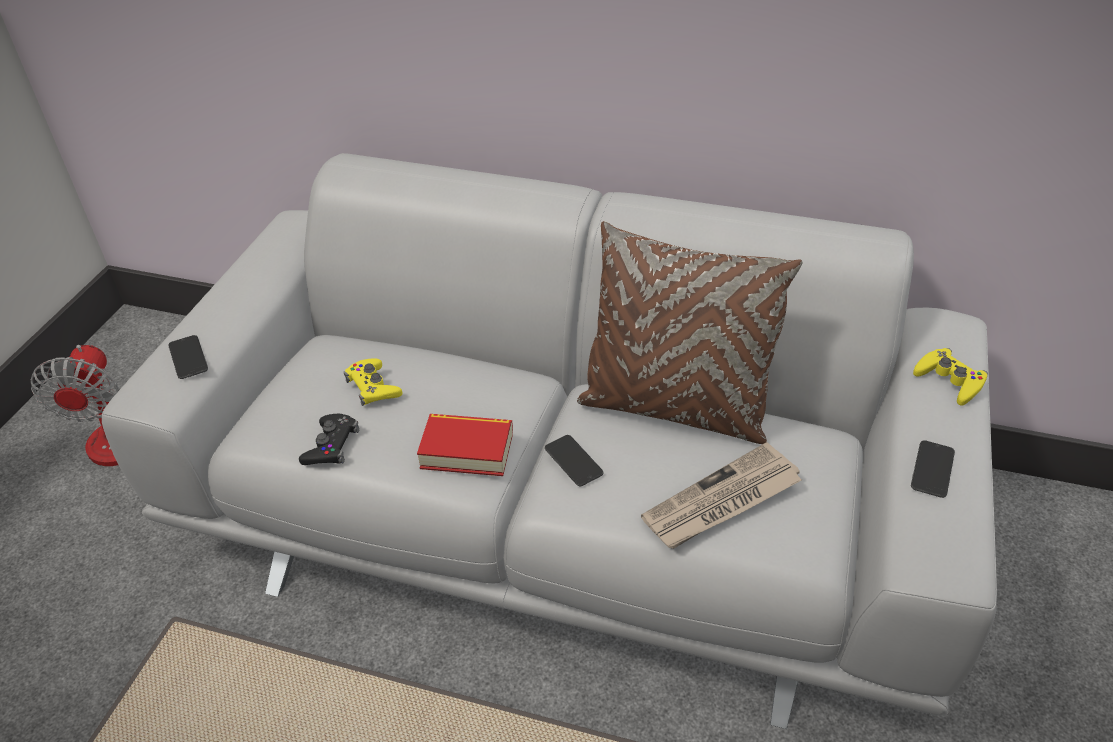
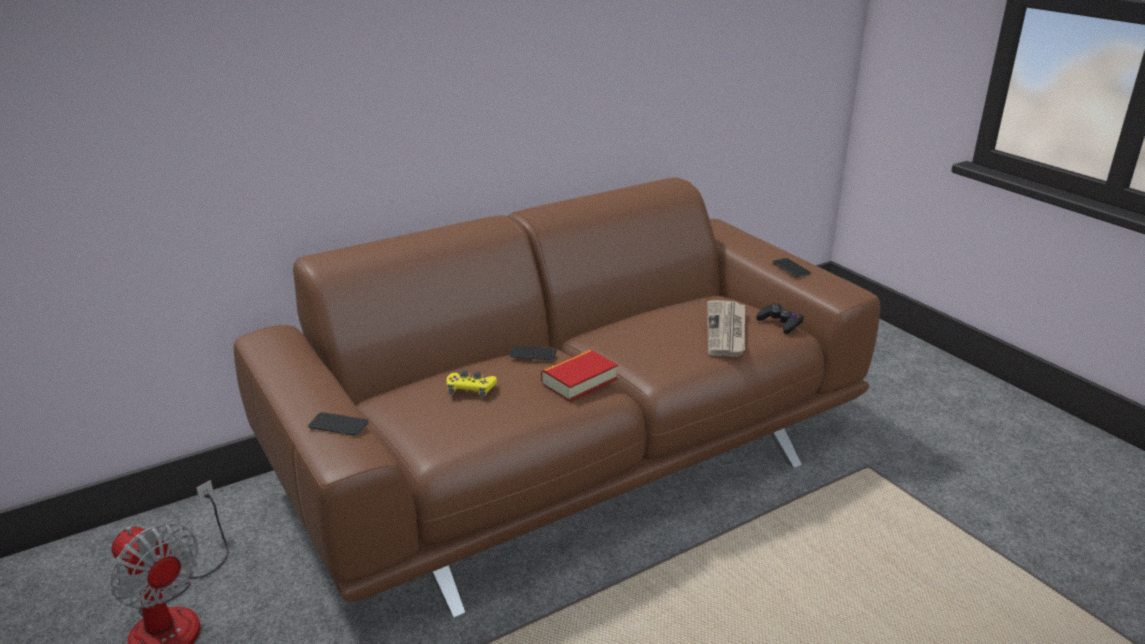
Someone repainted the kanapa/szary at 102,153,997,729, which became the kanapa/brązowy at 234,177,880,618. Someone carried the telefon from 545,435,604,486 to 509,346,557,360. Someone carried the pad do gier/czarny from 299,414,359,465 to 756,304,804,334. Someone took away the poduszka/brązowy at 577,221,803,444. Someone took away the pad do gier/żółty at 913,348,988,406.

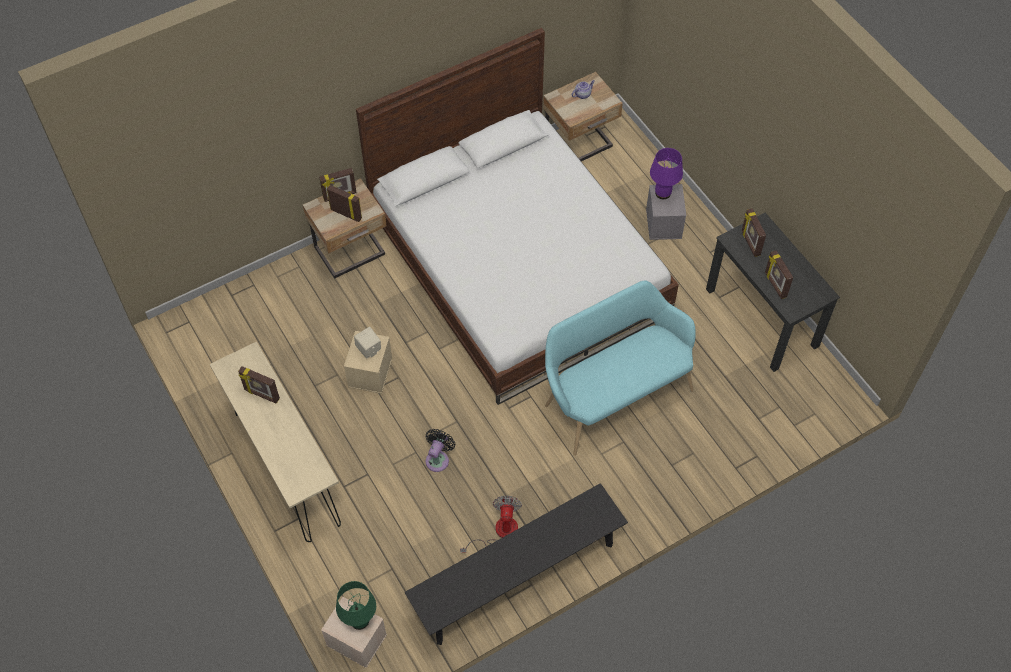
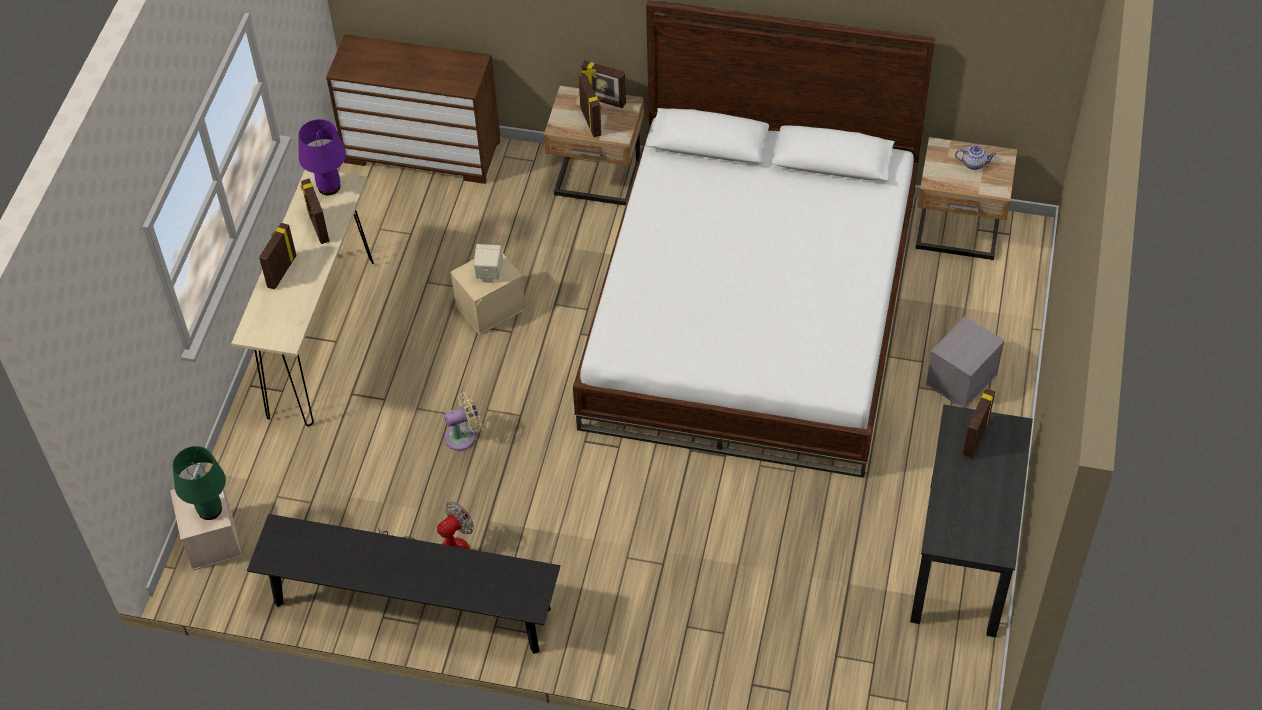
Someone carried the ramka na zdjęcie from 765,250,793,299 to 259,223,297,290. Someone carried the lampa stołowa/fioletowy from 650,148,683,199 to 298,119,346,195. Someone put down the komoda/brązowy at 326,34,500,184. Someone repainted the wentylator/czarny at 425,429,455,472, which became the wentylator/beżowy at 444,392,482,451. Someone took away the ławka/turkusowy at 545,280,696,456.

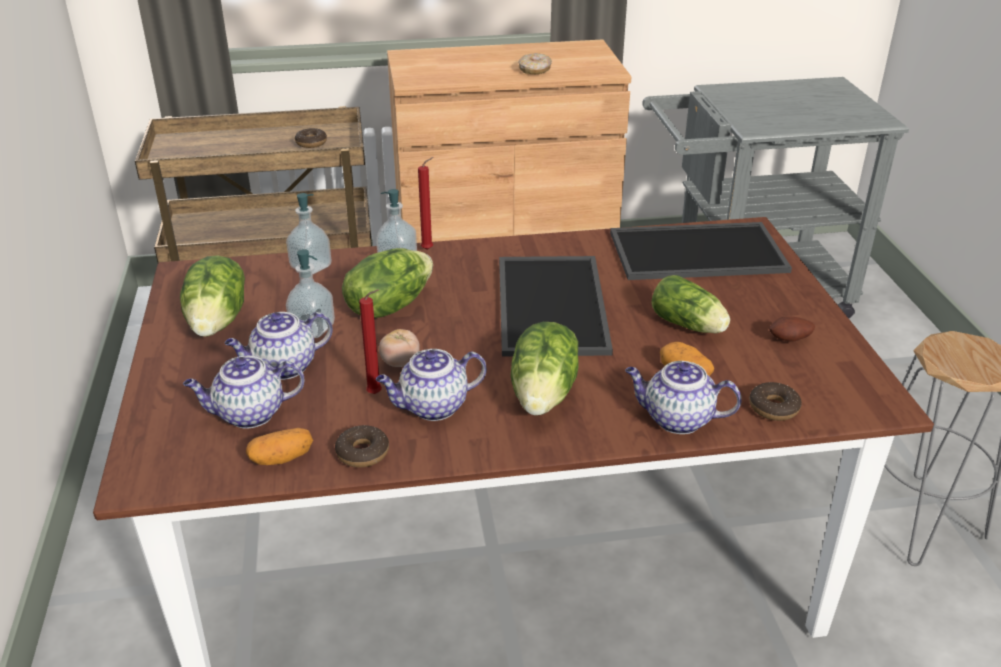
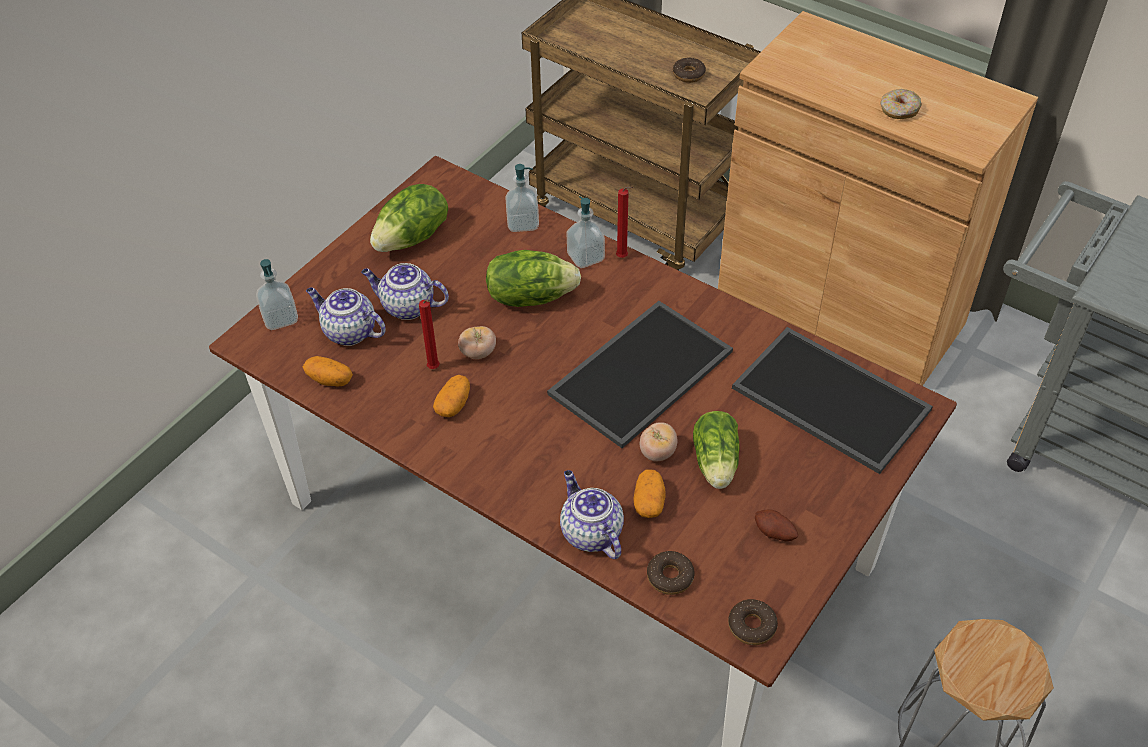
Someone carried the dozownik mydła from 286,249,335,338 to 256,259,298,330. Someone swapped the imbryk at 376,349,487,421 for the ziemniak at 433,375,470,417. Someone put down the pomidor at 640,422,677,462. Someone carried the donut from 335,425,389,467 to 728,599,778,645. Someone took away the sałata at 511,322,579,415.

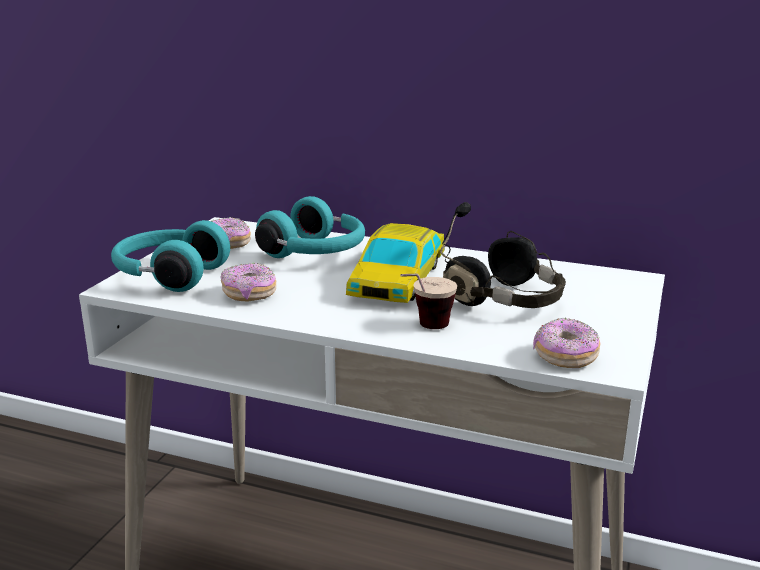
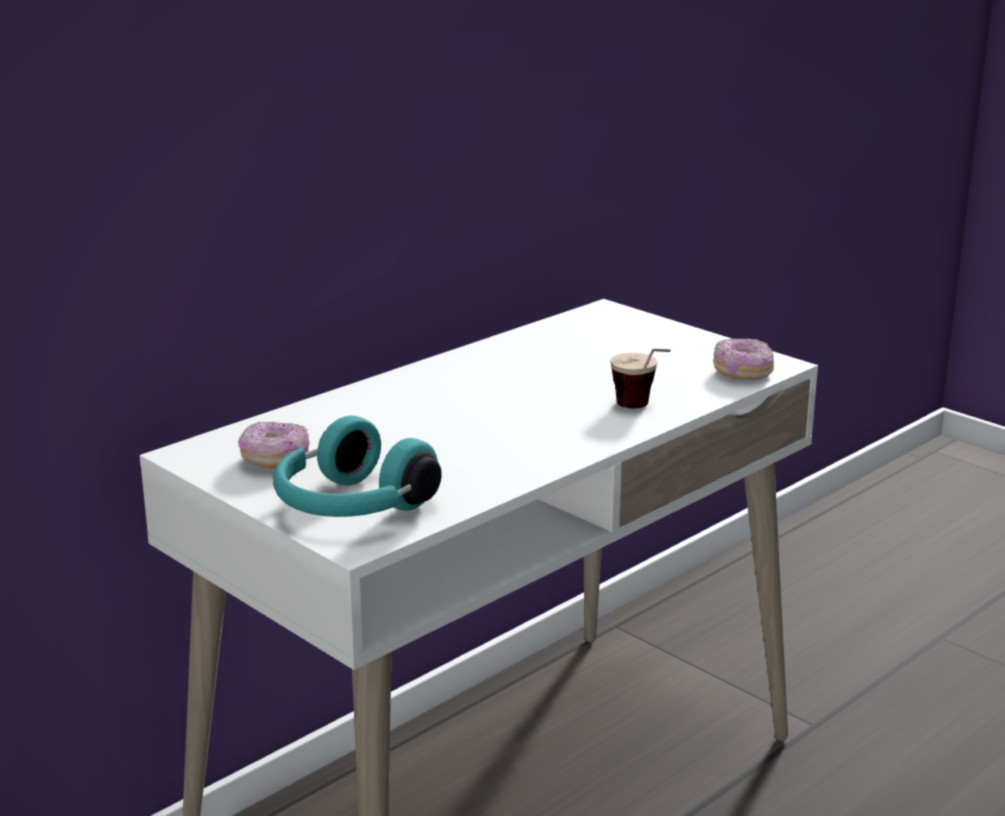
Someone took away the donut at 220,263,276,302. Someone took away the słuchawki/turkusowy at 255,196,365,258. Someone took away the samochodzik at 346,223,445,303. Someone took away the słuchawki/czarny at 440,202,566,308.

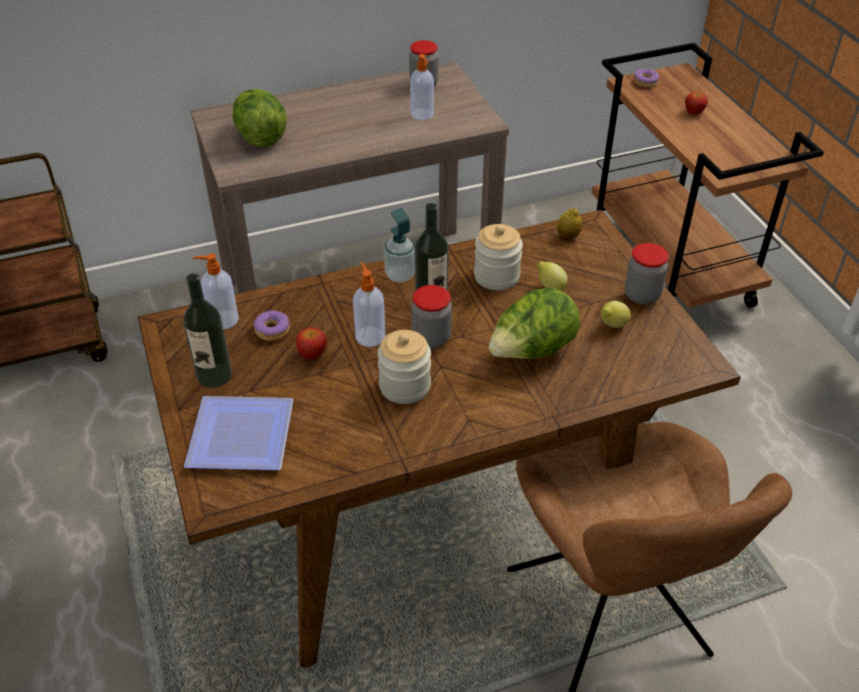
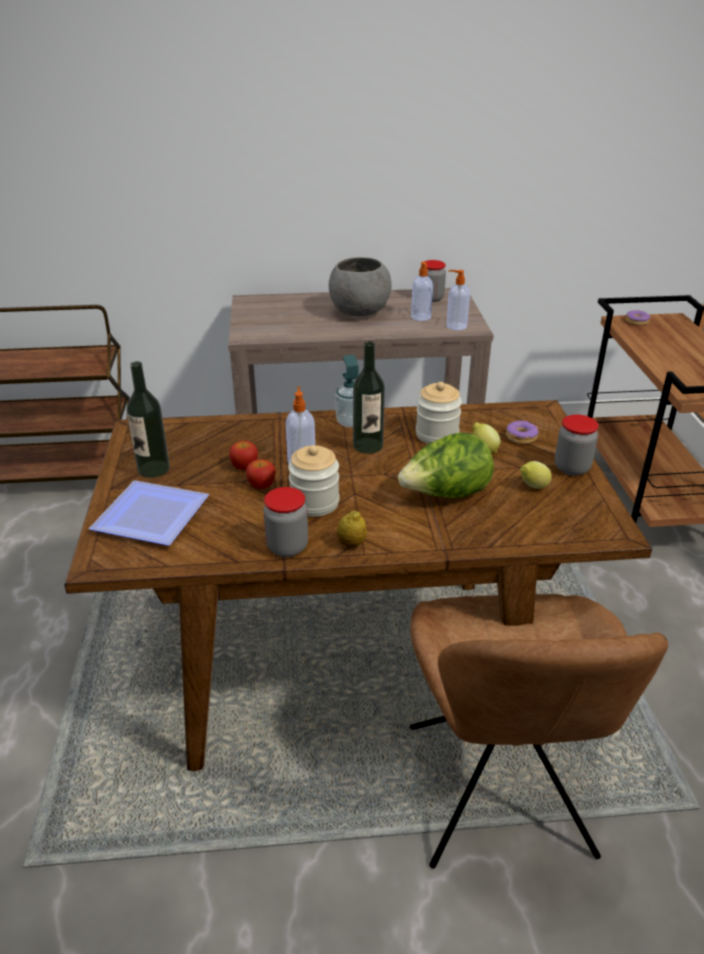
Someone carried the jabłko from 685,92,708,115 to 246,459,276,489. Someone carried the słoik from 412,285,452,349 to 263,487,308,557. Someone put down the miska/szary at 329,257,392,316. Someone carried the cytryna from 557,208,582,239 to 337,511,367,548. Someone carried the dozownik mydła from 192,254,239,330 to 446,270,470,330. Someone carried the donut from 254,310,290,341 to 506,421,538,444. Someone took away the sałata at 233,89,287,147.

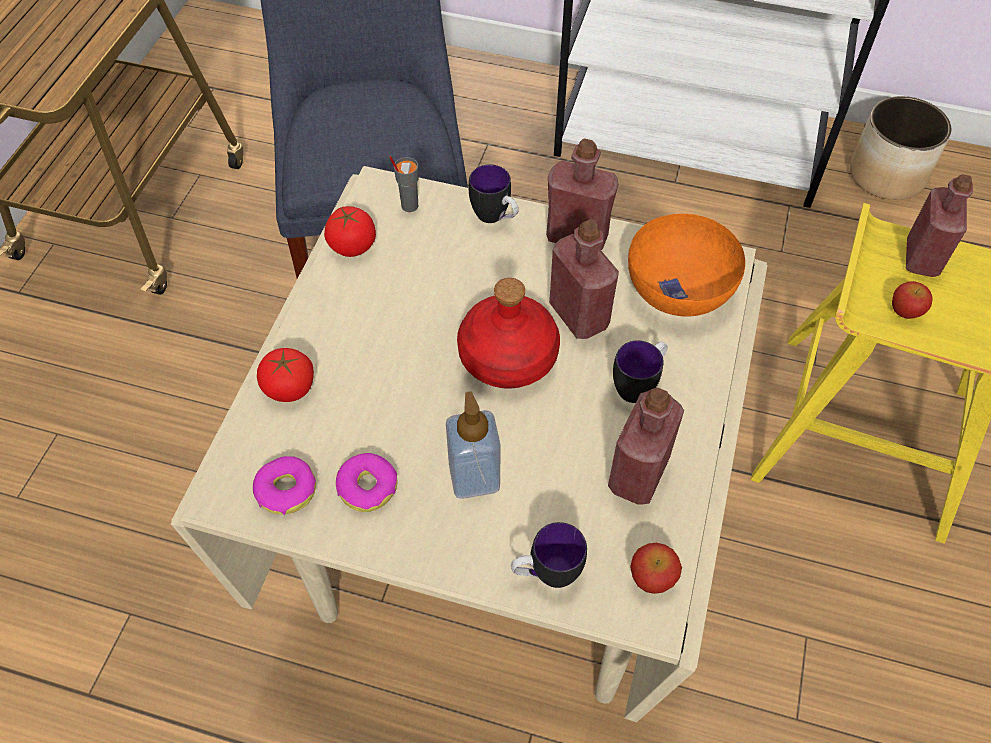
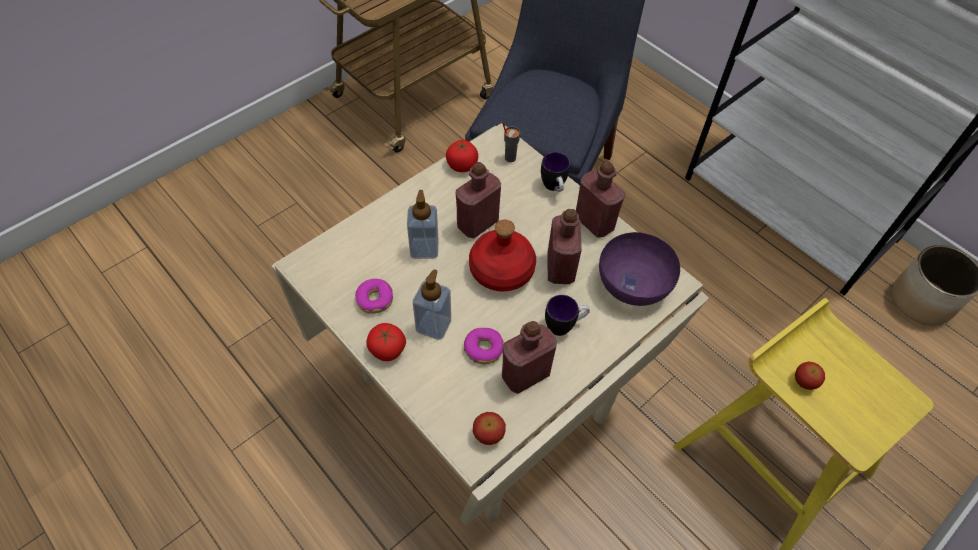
Someone carried the pomidor from 257,348,314,402 to 366,323,406,361. Someone put down the dozownik mydła at 407,190,438,259. Someone carried the butelka/czerwony from 906,174,973,277 to 456,162,501,238. Someone carried the donut from 253,456,316,515 to 464,328,504,364. Someone repainted the miska/pomarańczowy at 628,214,745,317, which became the miska/fioletowy at 599,232,680,306. Someone took away the kubek at 511,522,587,588.

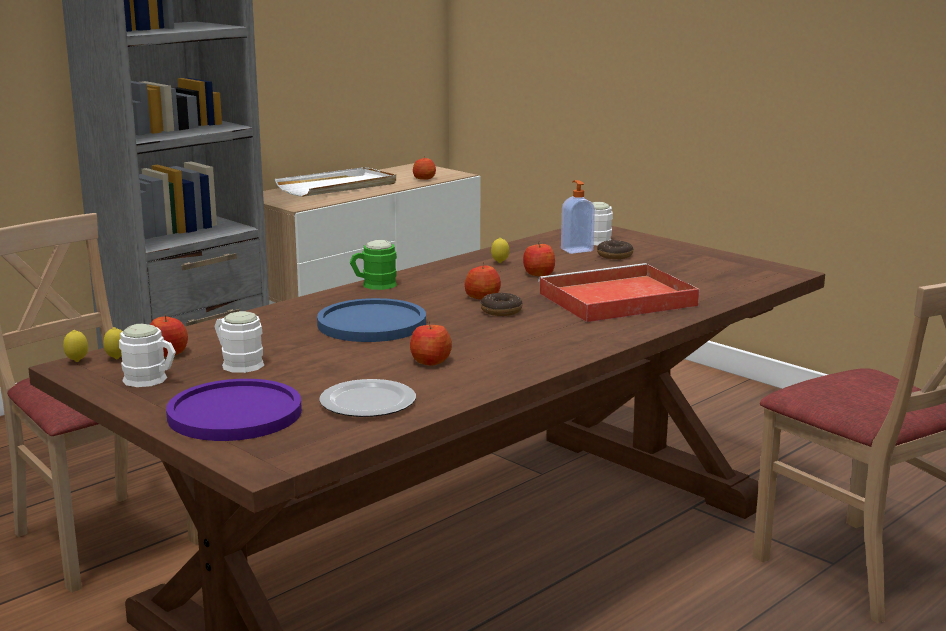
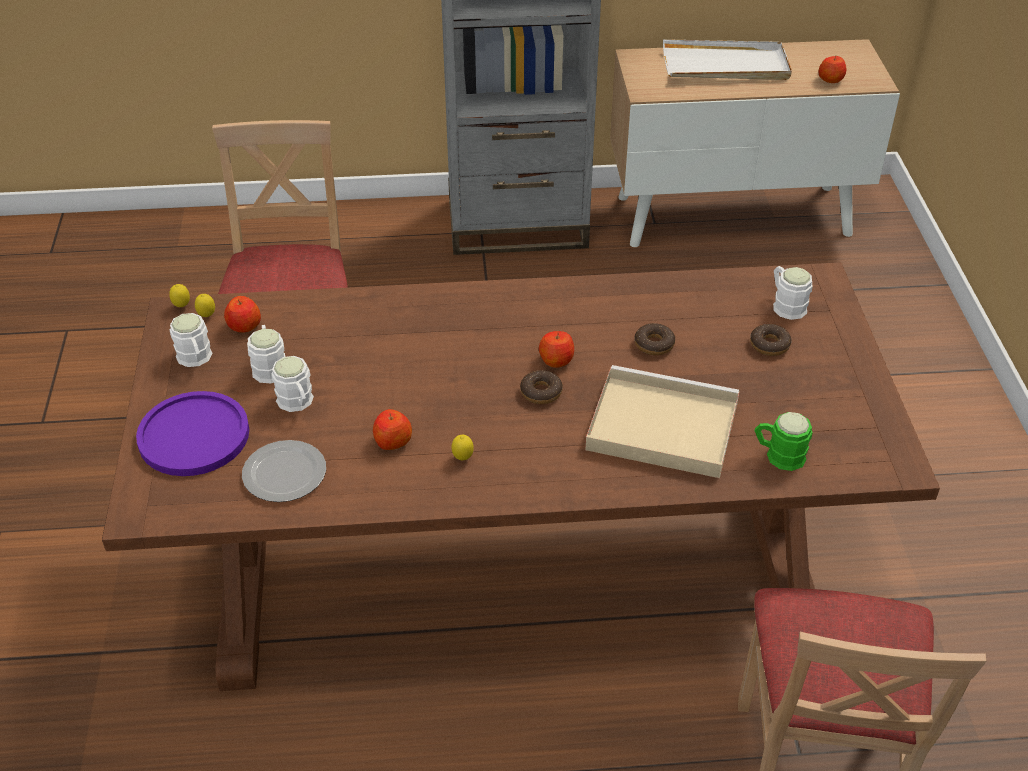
Someone put down the kubek/biały at 271,356,314,412. Someone carried the cytryna from 491,238,509,263 to 451,435,474,460. Someone repainted the taca/czerwony at 538,263,700,322, which became the taca/beżowy at 585,365,739,478. Someone swapped the jabłko at 523,242,555,276 for the donut at 635,323,675,355. Someone carried the kubek/zielony from 350,240,397,290 to 755,412,813,471. Someone took away the talerz/niebieski at 317,298,426,342. Someone took away the dozownik mydła at 561,180,595,254.

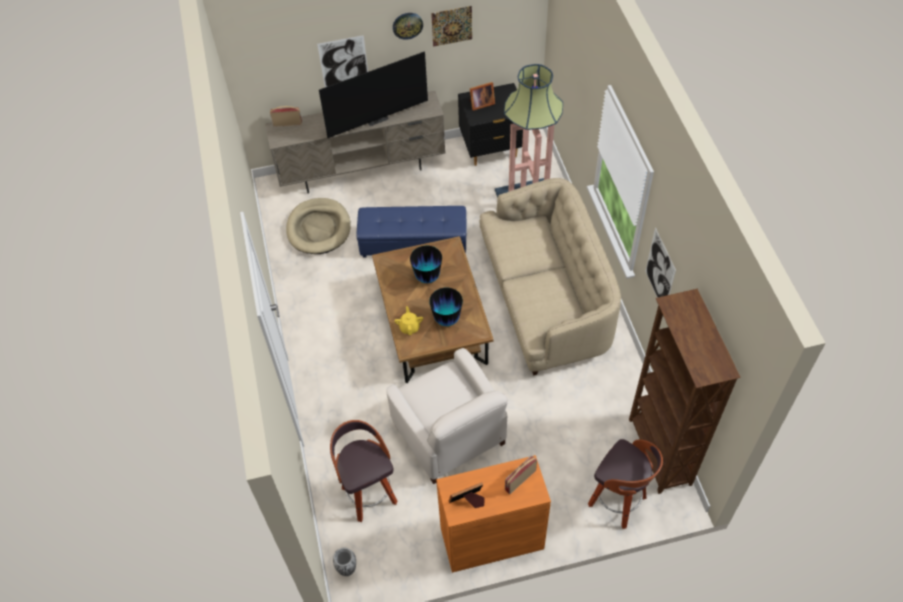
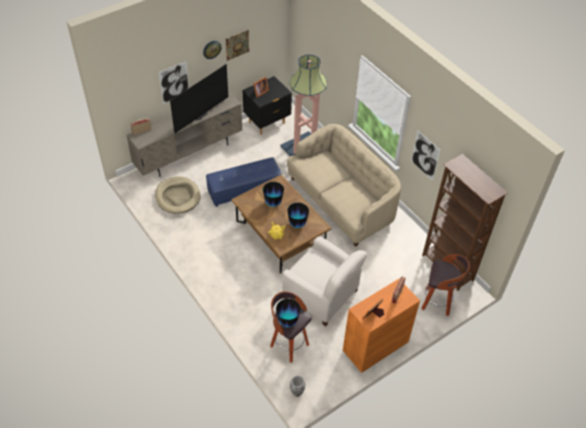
Someone put down the wazon at 276,299,301,327.

